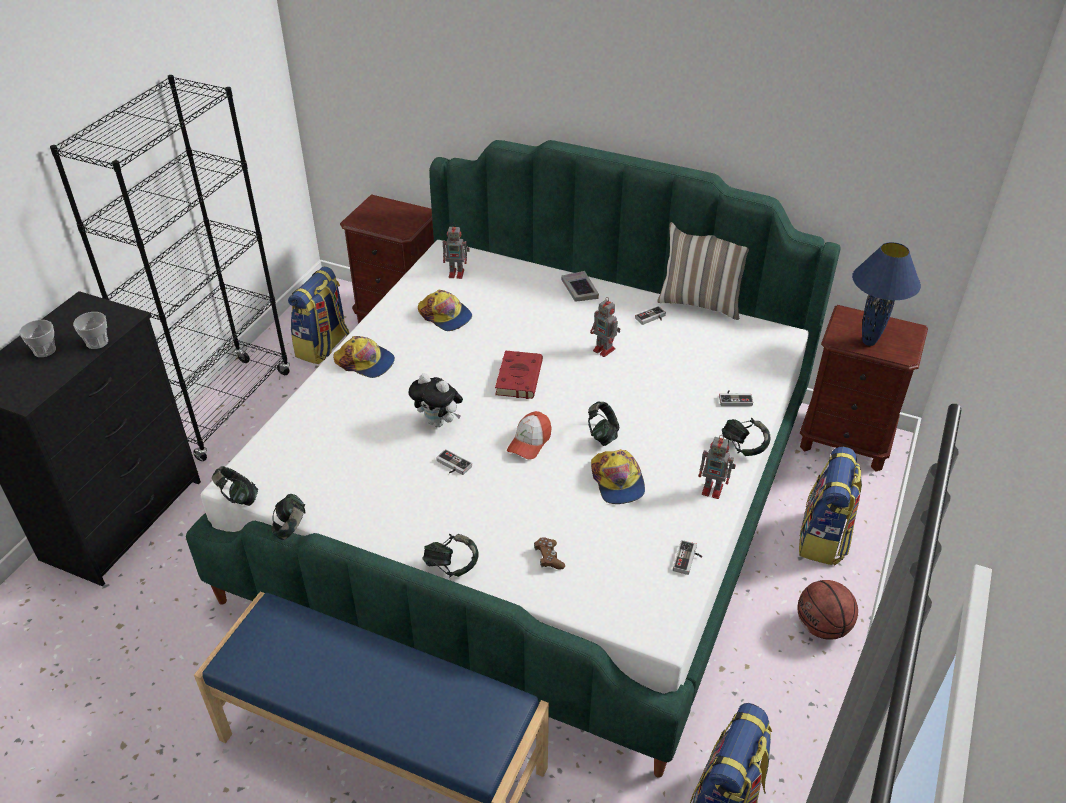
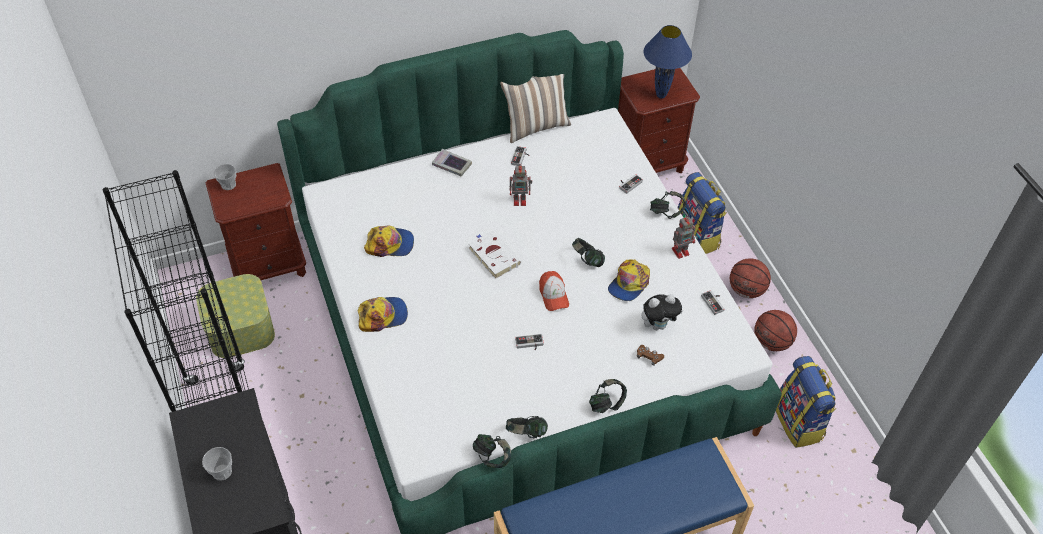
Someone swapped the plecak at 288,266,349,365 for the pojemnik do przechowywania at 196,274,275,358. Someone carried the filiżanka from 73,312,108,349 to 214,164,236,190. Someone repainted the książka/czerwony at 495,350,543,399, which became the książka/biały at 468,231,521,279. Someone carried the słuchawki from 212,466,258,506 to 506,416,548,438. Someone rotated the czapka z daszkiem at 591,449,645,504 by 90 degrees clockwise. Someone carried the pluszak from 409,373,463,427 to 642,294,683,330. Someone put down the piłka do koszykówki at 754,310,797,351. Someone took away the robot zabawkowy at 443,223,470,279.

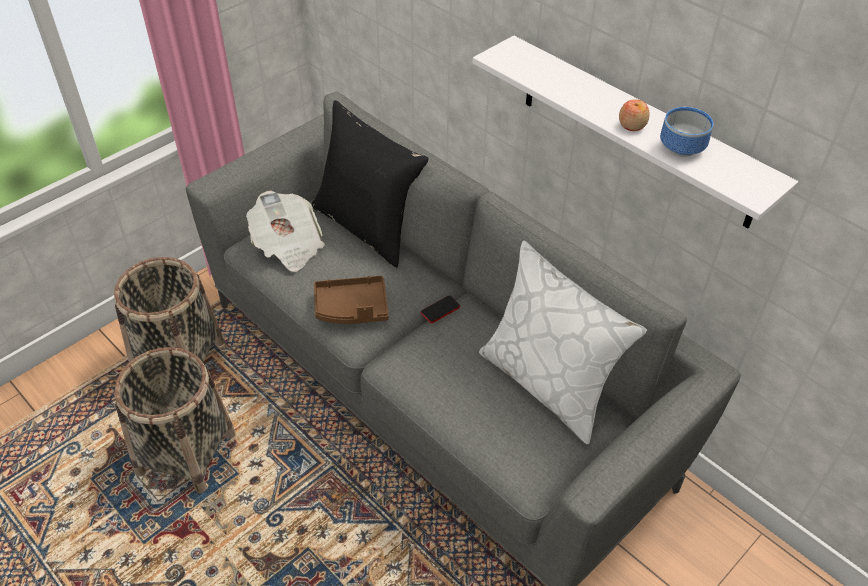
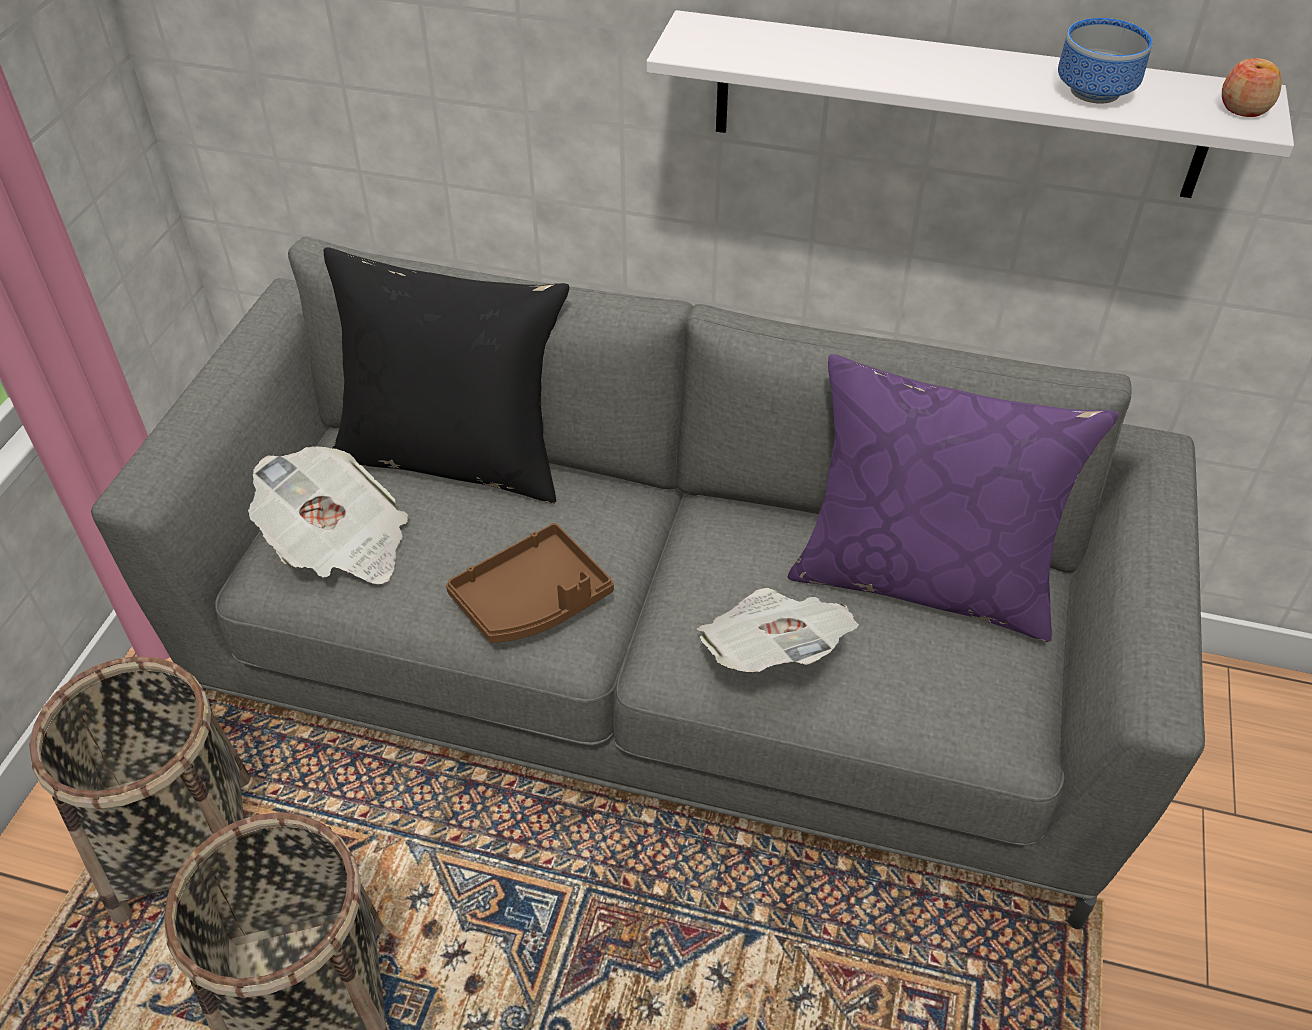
Someone put down the gazeta at 697,588,859,672. Someone repainted the poduszka/biały at 479,241,647,445, which became the poduszka/fioletowy at 788,354,1119,642. Someone carried the jabłko from 619,99,650,131 to 1222,58,1282,117. Someone took away the telefon at 421,295,460,323.

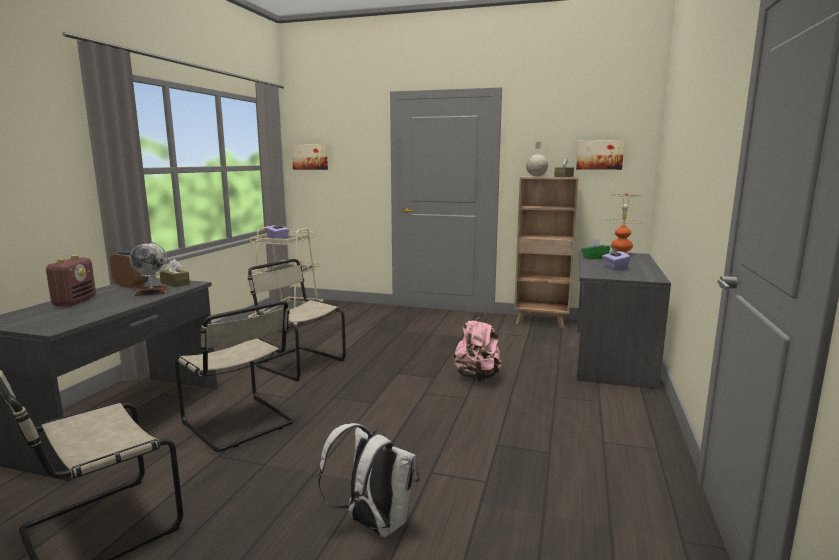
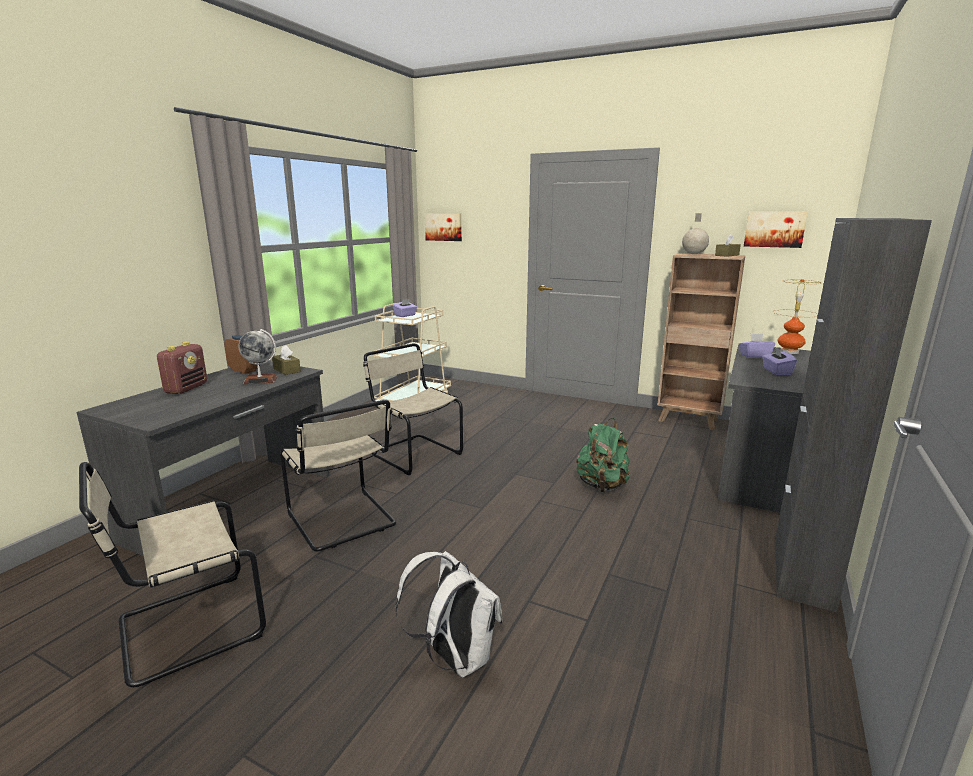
Someone repainted the plecak/różowy at 454,314,502,381, which became the plecak/zielony at 576,418,630,492. Someone repainted the pudełko chusteczek/zielony at 581,239,610,260, which became the pudełko chusteczek/fioletowy at 739,334,775,358. Someone put down the szafka/czarny at 775,218,932,612.

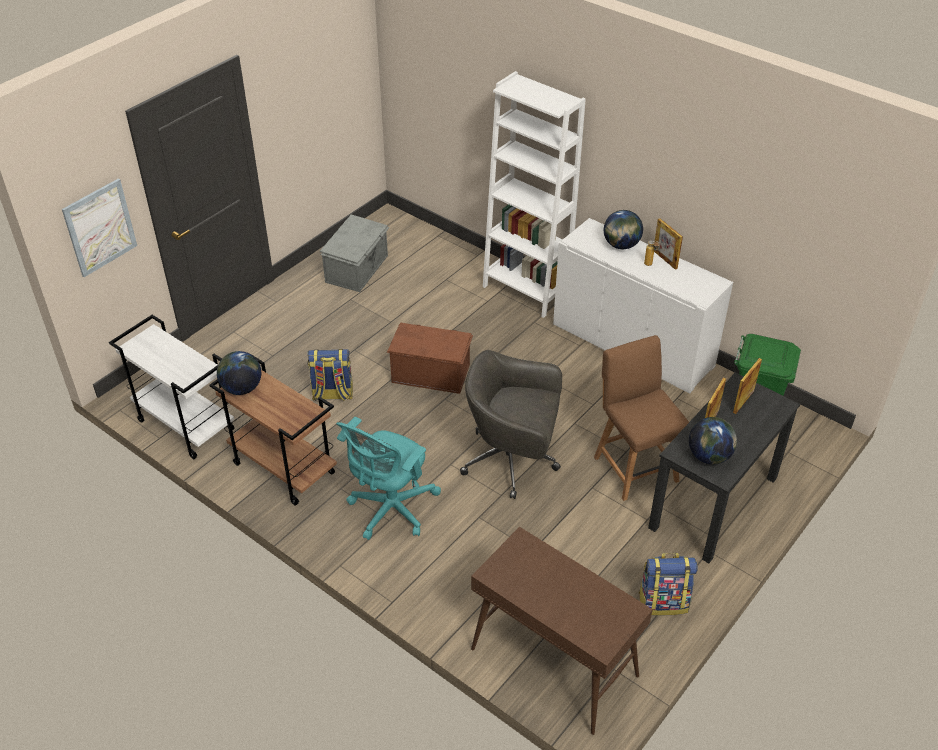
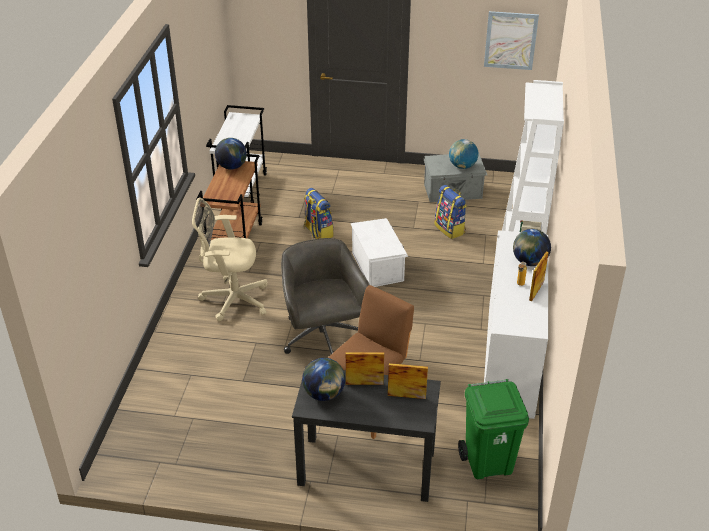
Someone repainted the krzesło biurowe/turkusowy at 336,417,441,540, which became the krzesło biurowe/beżowy at 192,198,267,321. Someone repainted the pojemnik do przechowywania/brązowy at 387,323,473,394, which became the pojemnik do przechowywania/biały at 351,218,408,287. Someone carried the plecak from 638,553,698,616 to 434,185,467,239. Someone put down the globus at 449,139,478,169. Someone carried the obraz from 62,179,137,277 to 484,11,539,70. Someone took away the stolik konsolowy/brązowy at 471,527,653,735.

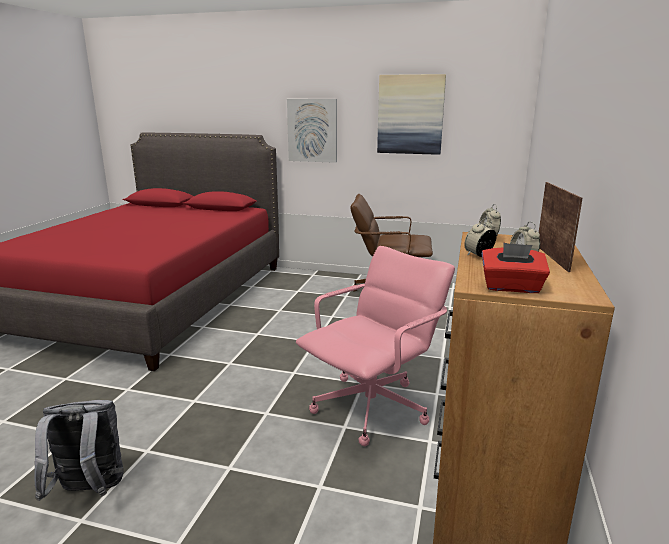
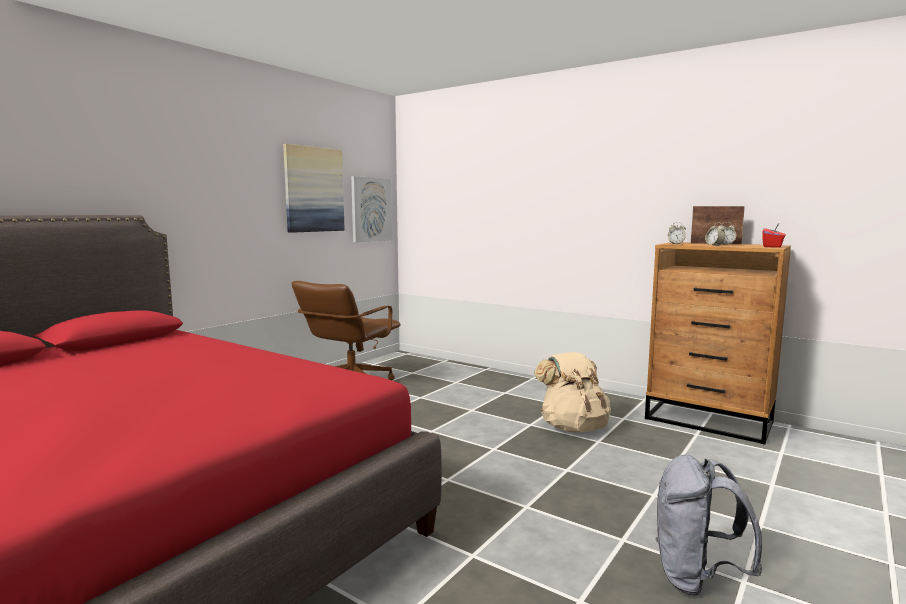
Someone carried the obraz from 287,99,337,163 to 351,176,392,242. Someone swapped the krzesło biurowe/różowy at 296,246,455,446 for the plecak/beżowy at 534,352,611,433.

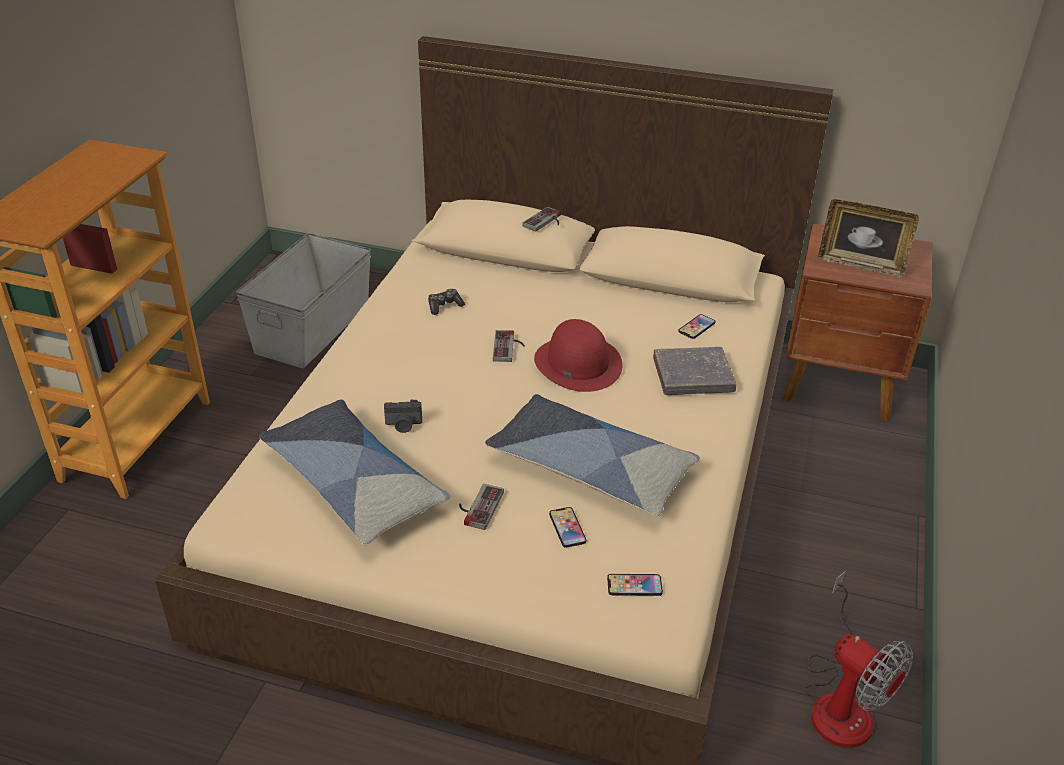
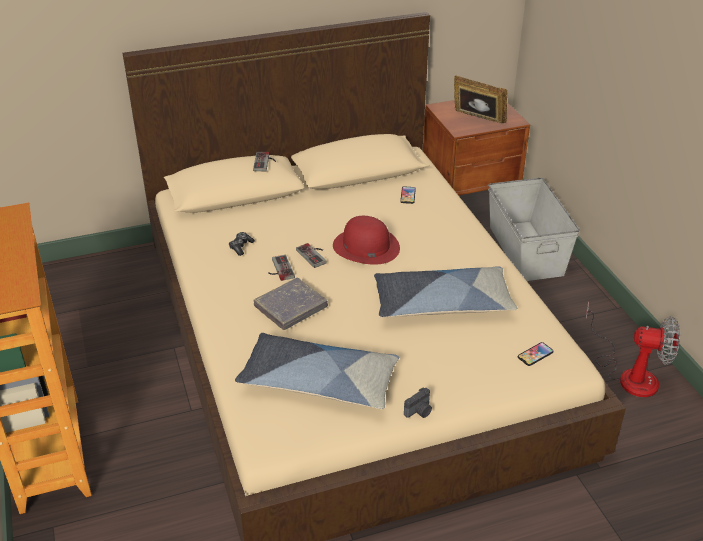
Someone carried the książka/szary from 653,347,736,395 to 253,277,328,330. Someone carried the pad do gier from 459,484,504,530 to 268,255,295,281. Someone carried the aparat fotograficzny from 384,400,422,433 to 404,388,432,418. Someone rotated the ramka na zdjęcie at 818,199,919,278 by 135 degrees counterclockwise. Someone carried the pojemnik do przechowywania/szary from 236,233,371,368 to 488,178,580,281. Someone took away the telefon at 549,507,586,548.

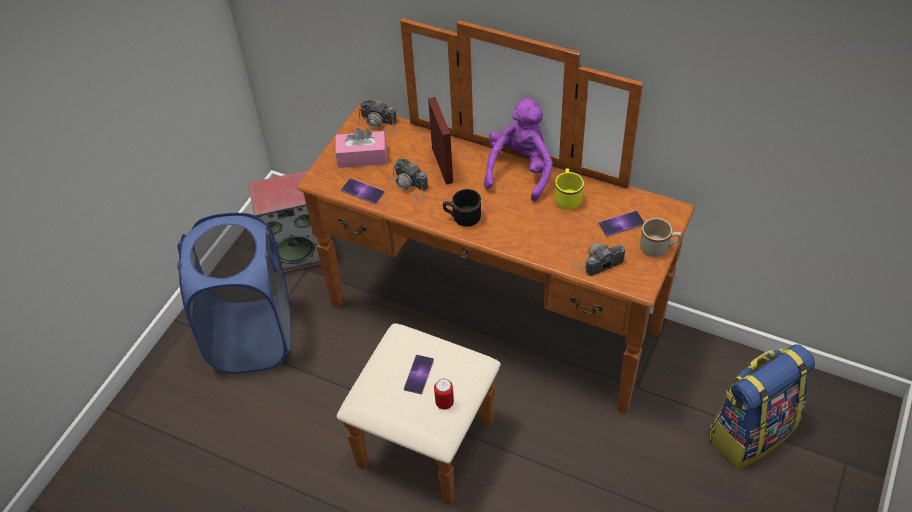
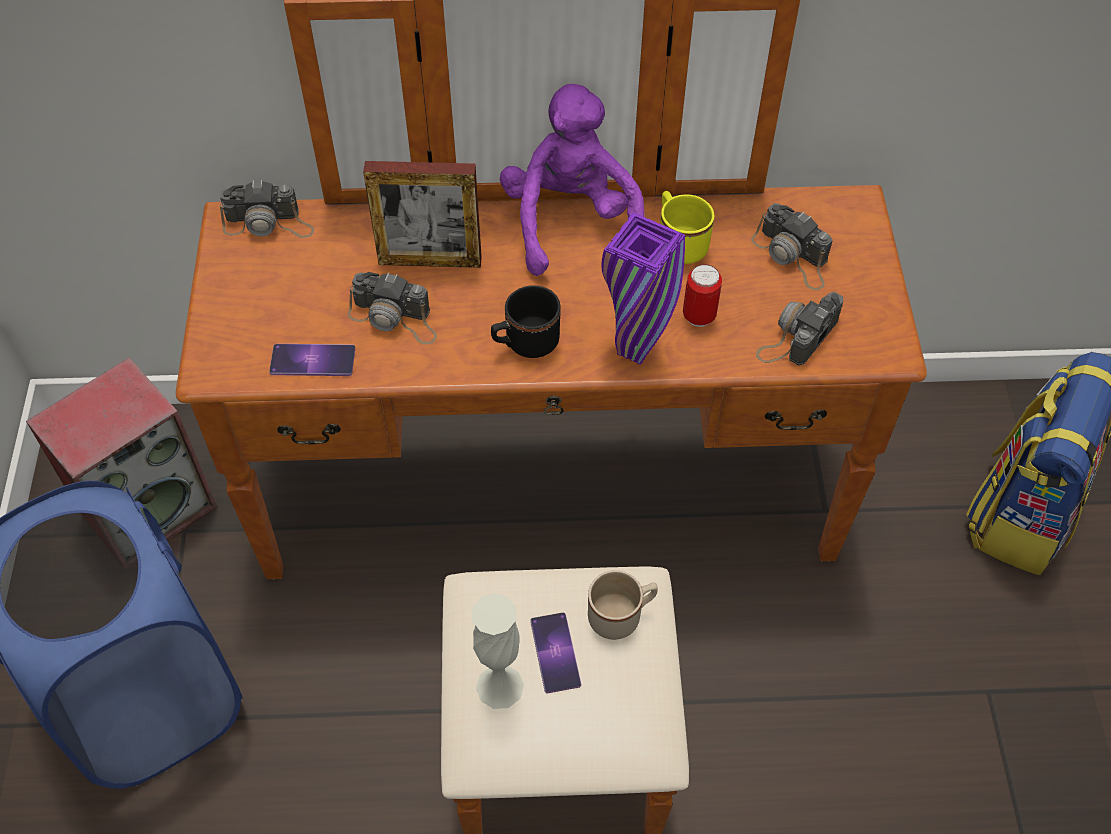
Someone rotated the ramka na zdjęcie at 428,97,453,185 by 135 degrees clockwise. Someone put down the wazon/biały at 472,593,524,709. Someone carried the kubek/beżowy from 640,218,681,257 to 588,570,658,640. Someone put down the wazon/fioletowy at 601,212,685,365. Someone carried the puszka from 434,379,454,410 to 683,264,722,327. Someone swapped the telefon at 599,211,645,237 for the aparat fotograficzny at 751,203,833,290. Someone took away the pudełko chusteczek/różowy at 335,128,387,168.

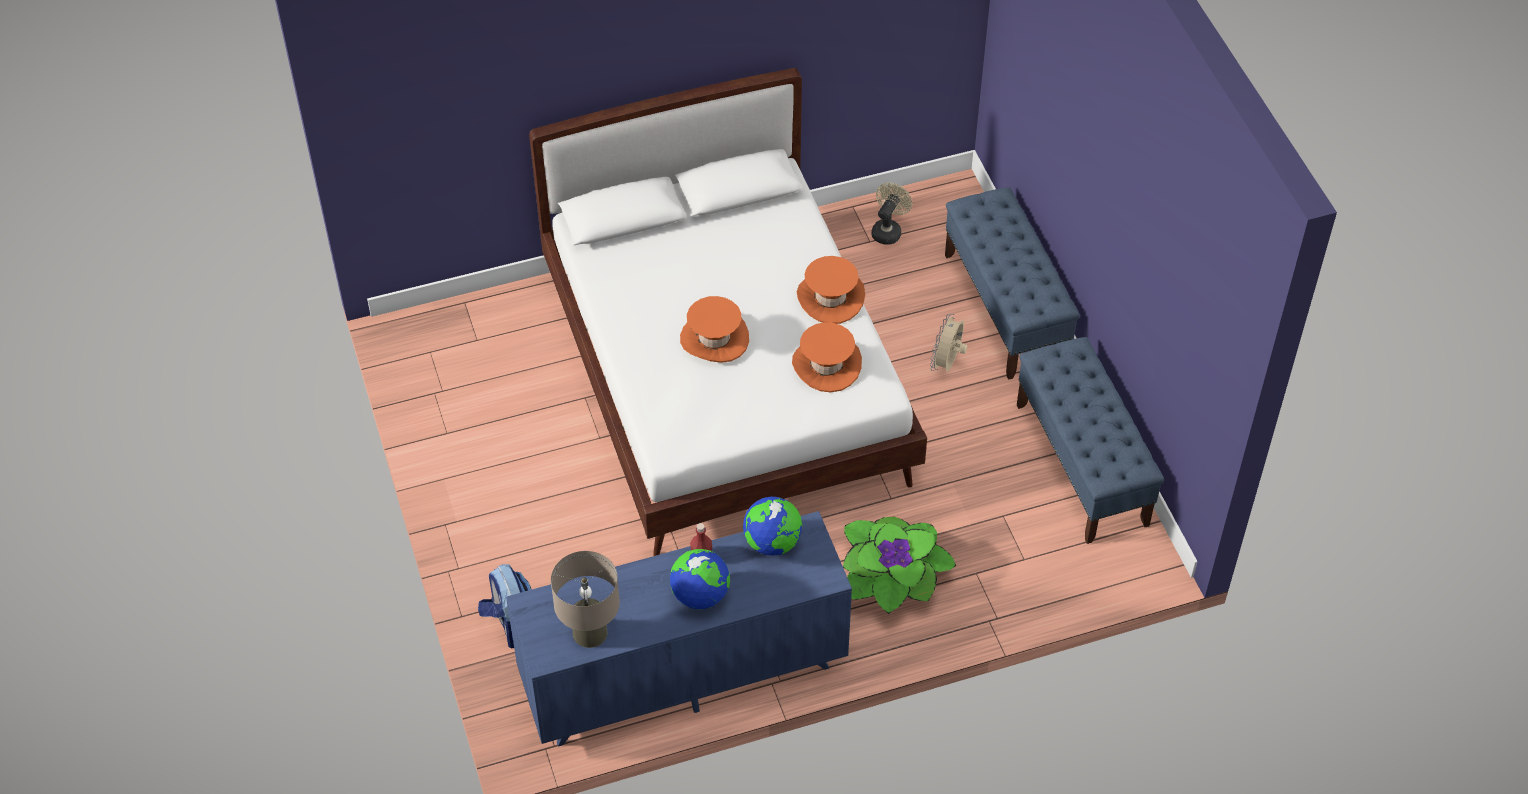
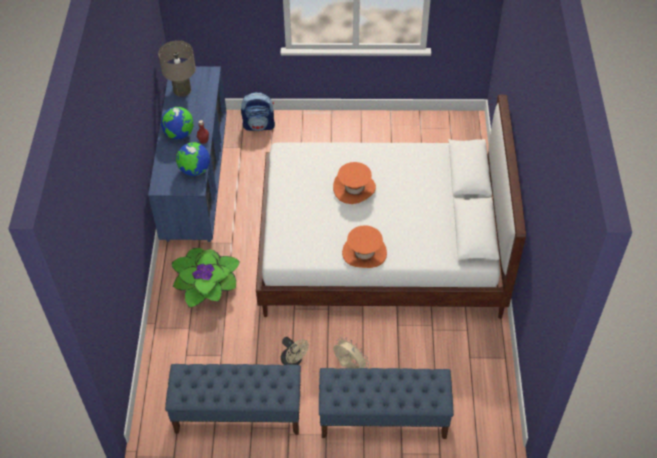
Someone carried the wentylator/beżowy from 872,183,913,245 to 281,337,309,365. Someone took away the kapelusz/pomarańczowy at 792,322,862,392.

